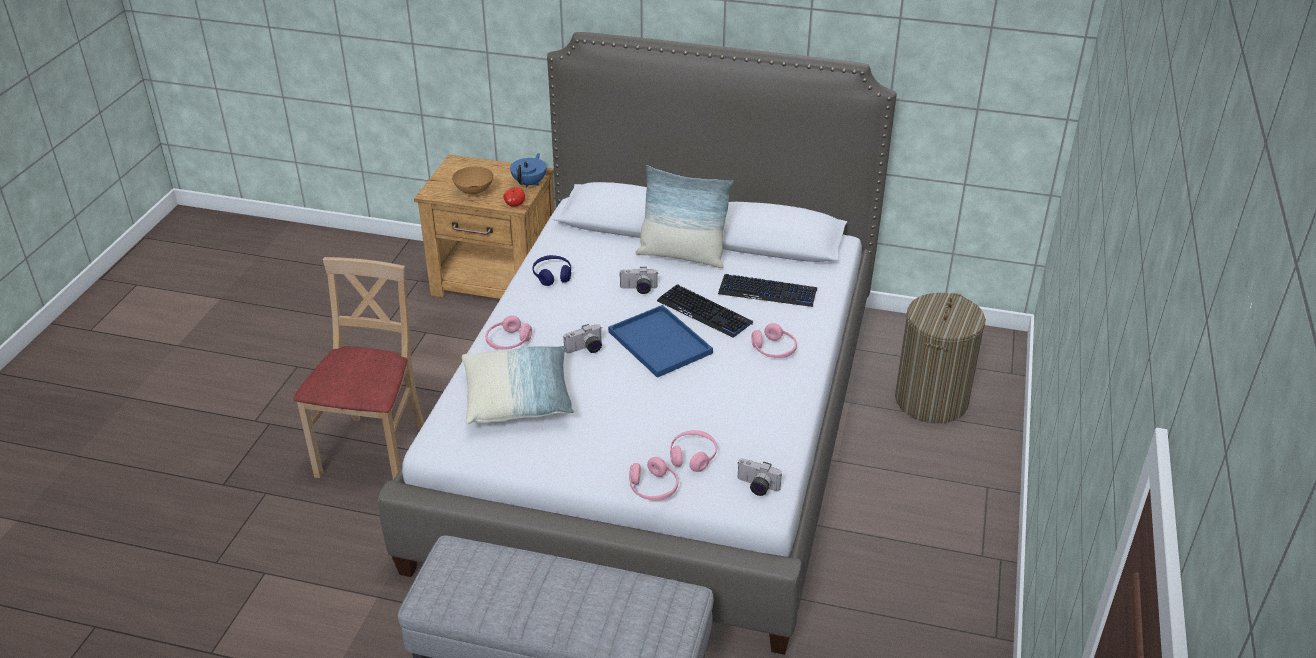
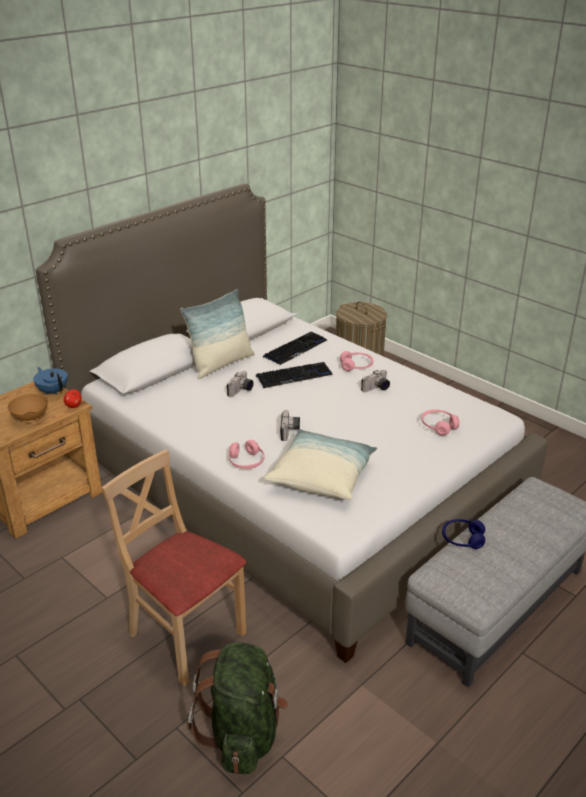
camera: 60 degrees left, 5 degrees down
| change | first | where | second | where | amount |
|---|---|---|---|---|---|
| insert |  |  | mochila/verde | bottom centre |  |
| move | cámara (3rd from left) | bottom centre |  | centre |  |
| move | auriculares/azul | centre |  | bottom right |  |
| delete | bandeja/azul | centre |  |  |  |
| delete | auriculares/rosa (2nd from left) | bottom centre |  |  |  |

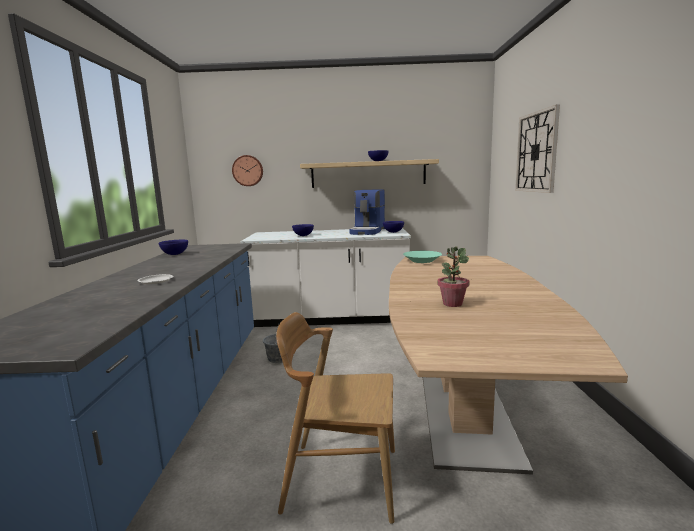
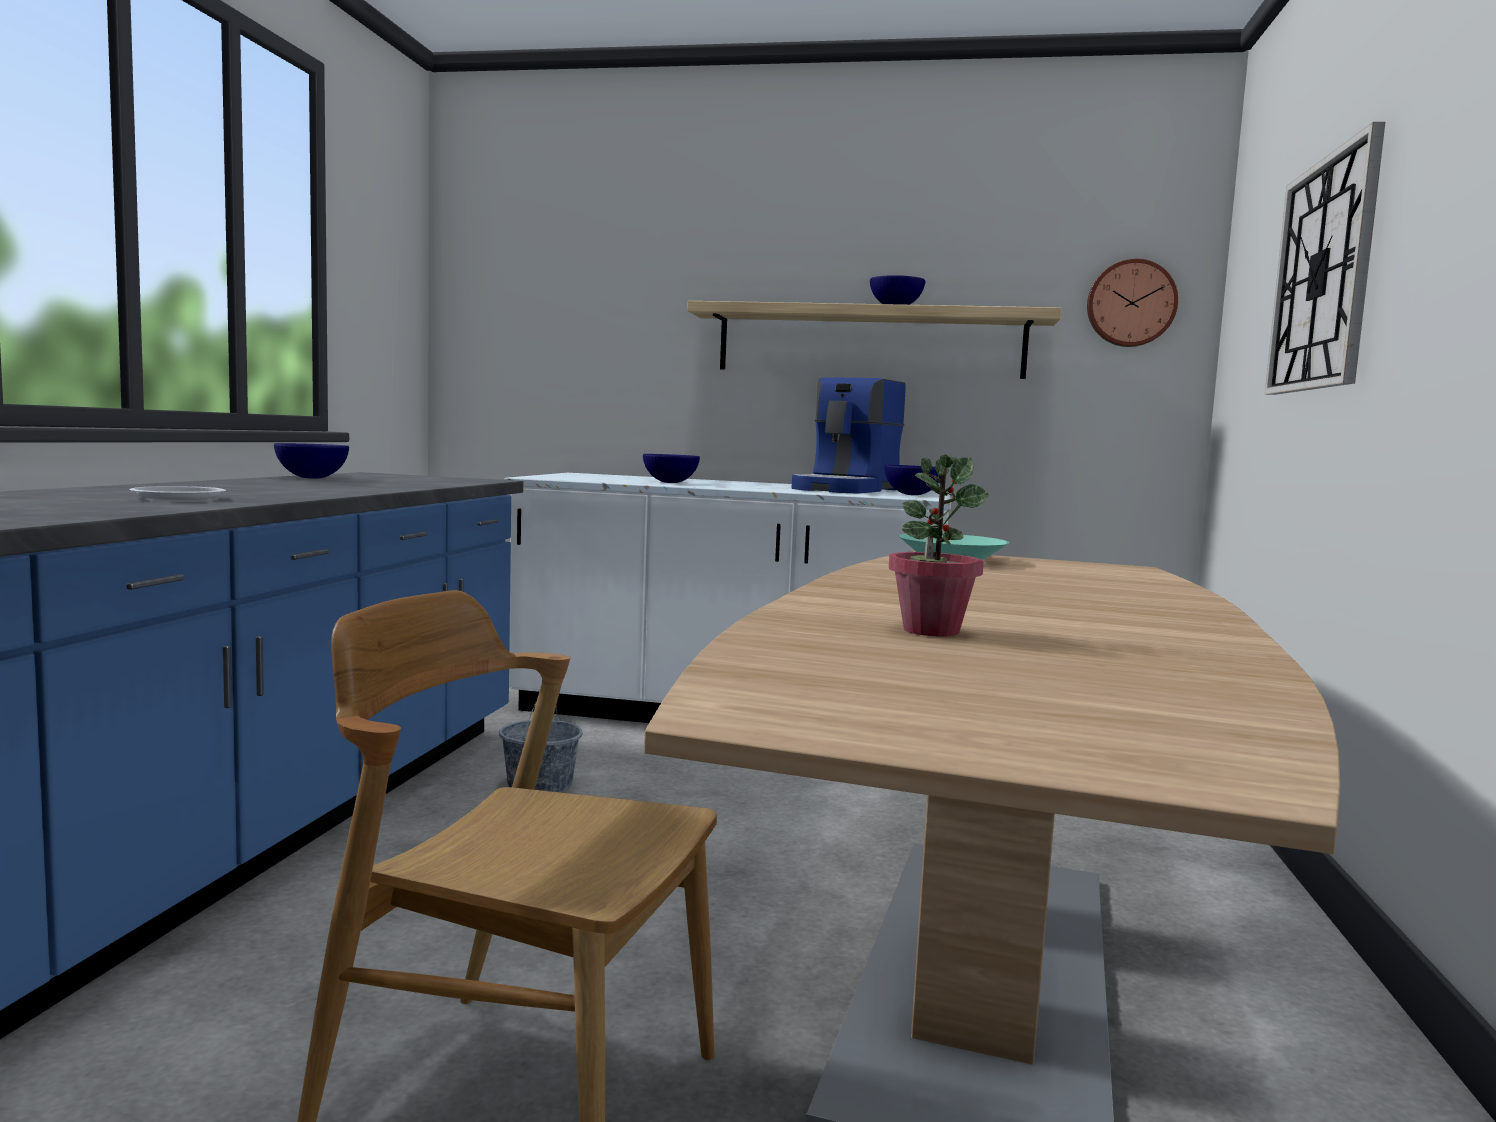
camera: 10 degrees right, 5 degrees down
| change | first | where | second | where | amount |
|---|---|---|---|---|---|
| move | reloj de pared (1st from left) | top centre |  | top right |  |

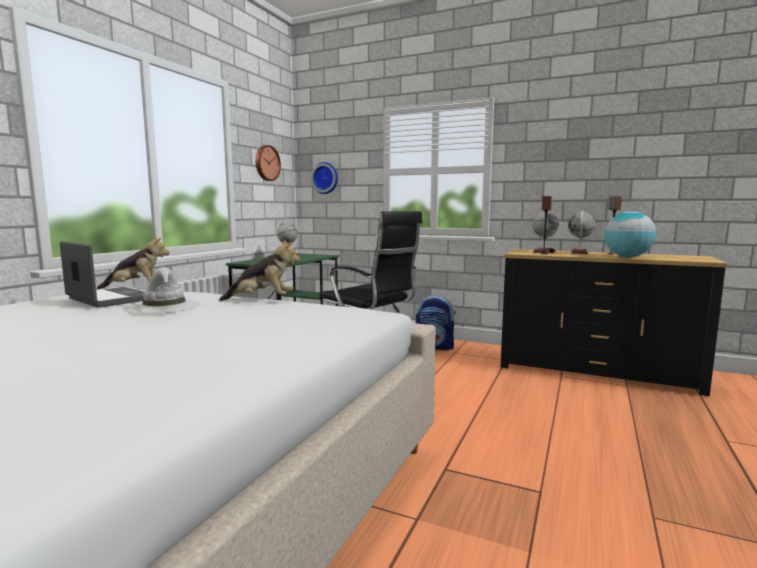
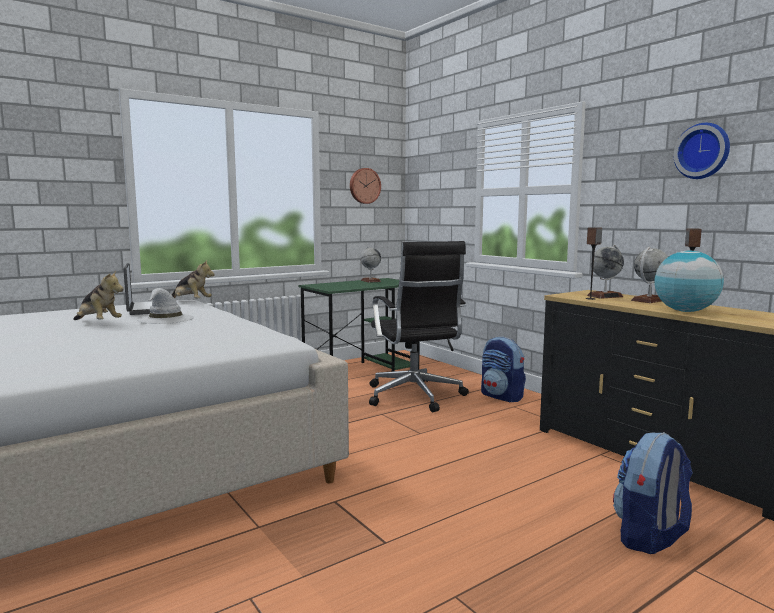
camera: 30 degrees right, 0 degrees up
| change | first | where | second | where | amount |
|---|---|---|---|---|---|
| move | peluche (2nd from left in the first image) | centre | peluche (1st from left) | middle left |  |
| insert |  |  | mochila (2nd from left) | bottom right |  |
| move | reloj de pared (2nd from left) | top centre |  | top right |  |

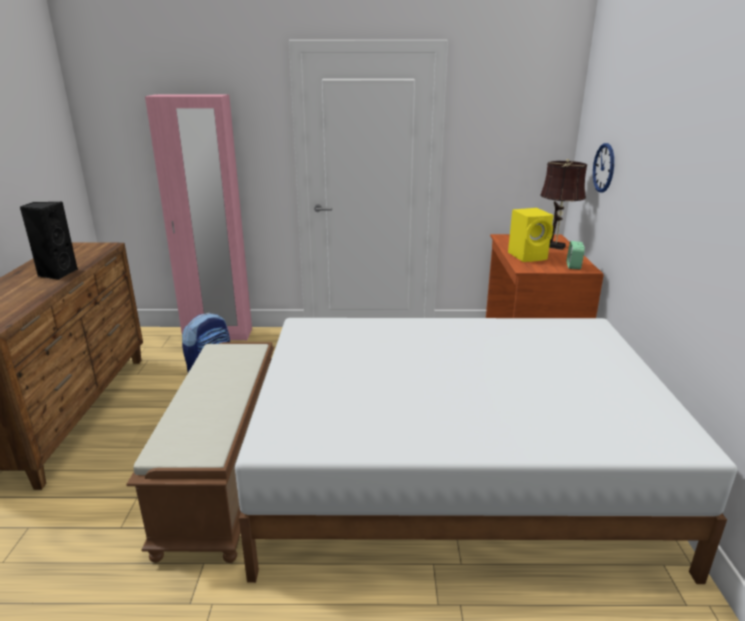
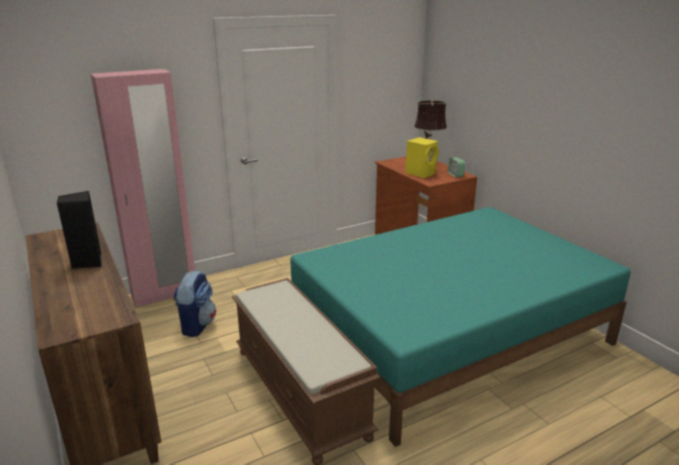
camera: 30 degrees left, 0 degrees up
| change | first | where | second | where | amount |
|---|---|---|---|---|---|
| recolor | cama/blanco | bottom centre | cama/turquesa | bottom right |  |
| delete | reloj de pared | top right |  |  |  |

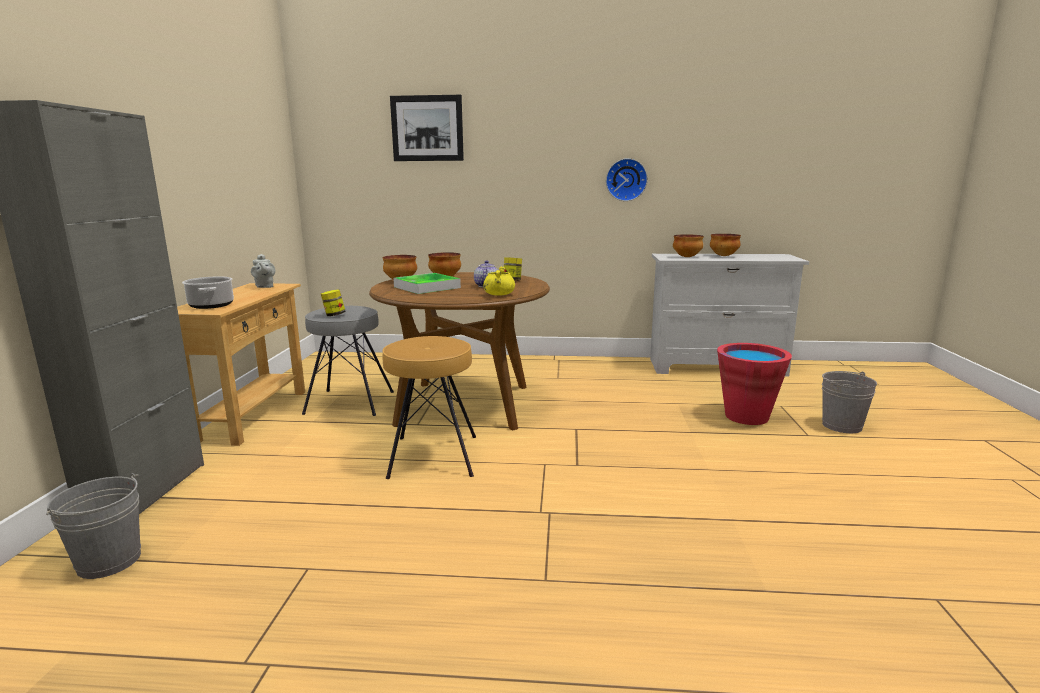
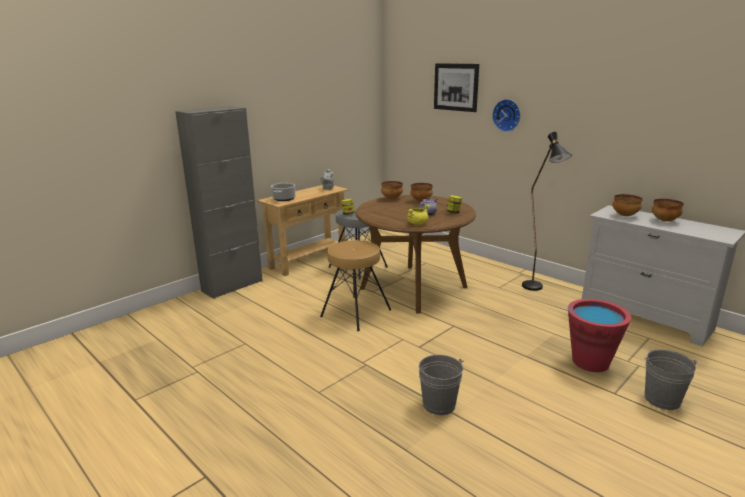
camera: 40 degrees right, 5 degrees up
| change | first | where | second | where | amount |
|---|---|---|---|---|---|
| move | cubo/gris (1st from left) | bottom left |  | bottom centre |  |
| move | reloj de pared | top centre |  | top right |  |
| insert |  |  | lámpara de pie/negro | middle right |  |
| delete | bandeja | centre |  |  |  |

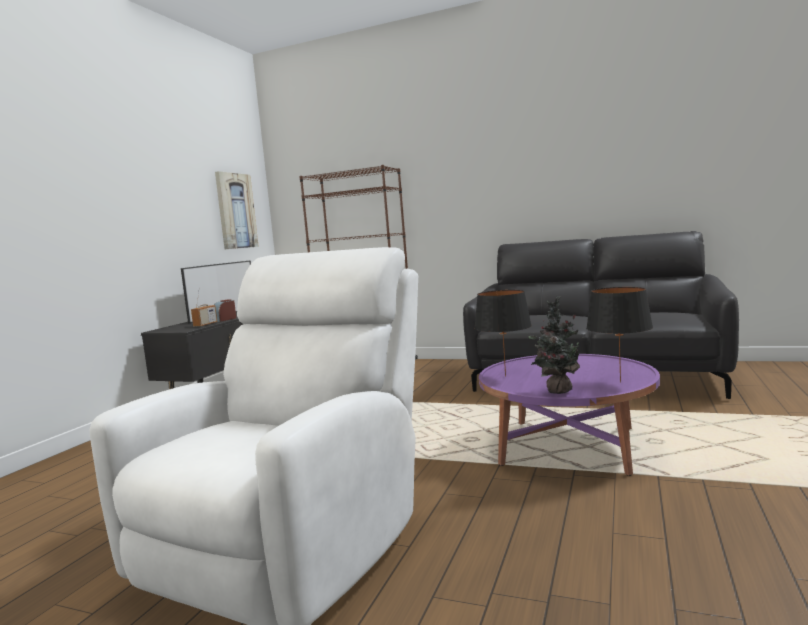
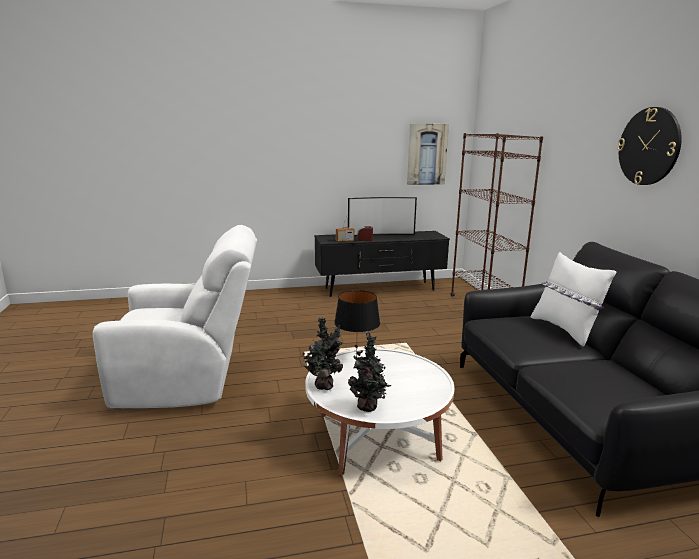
camera: 55 degrees right, 10 degrees up
| change | first | where | second | where | amount |
|---|---|---|---|---|---|
| recolor | mesa de centro/morado | middle right | mesa de centro/blanco | bottom centre |  |
| replace | lámpara de mesa/negro (2nd from left) | middle right | planta en maceta (2nd from left) | centre |  |
| insert |  |  | cojín/blanco | middle right |  |
| insert |  |  | reloj de pared | top right |  |

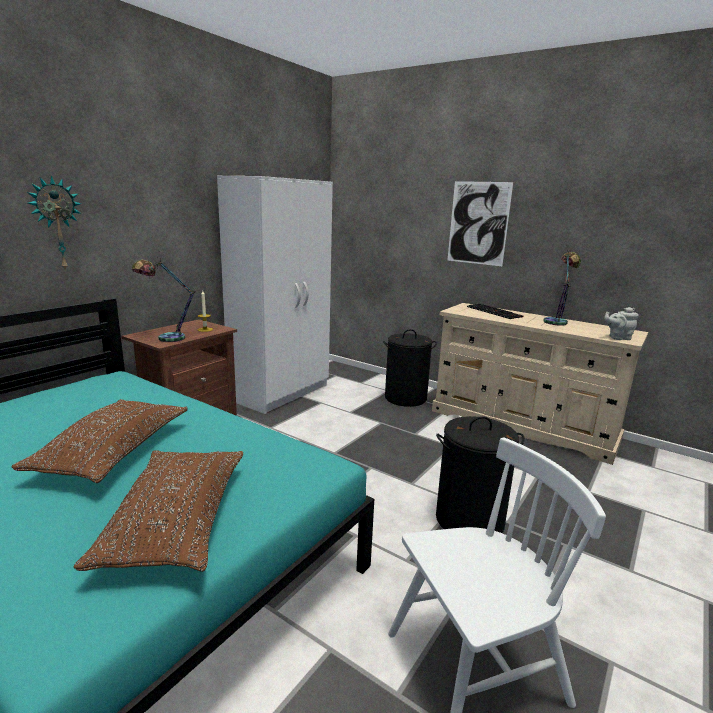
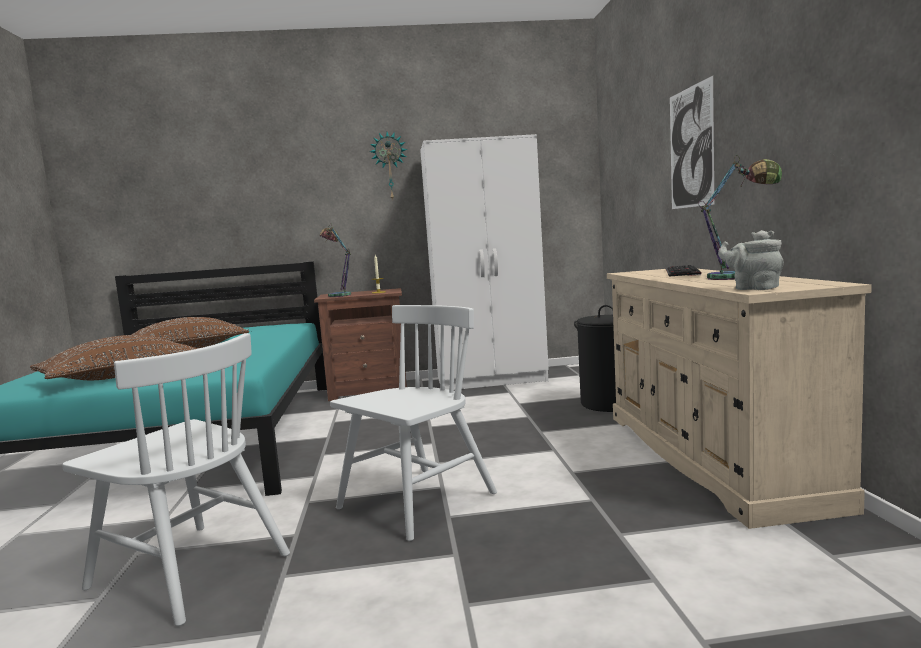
camera: 50 degrees right, 10 degrees down
| change | first | where | second | where | amount |
|---|---|---|---|---|---|
| replace | cesto de la ropa/negro (2nd from left) | middle right | silla/blanco (2nd from left) | centre |  |
| move | reloj de pared | top left |  | top centre |  |

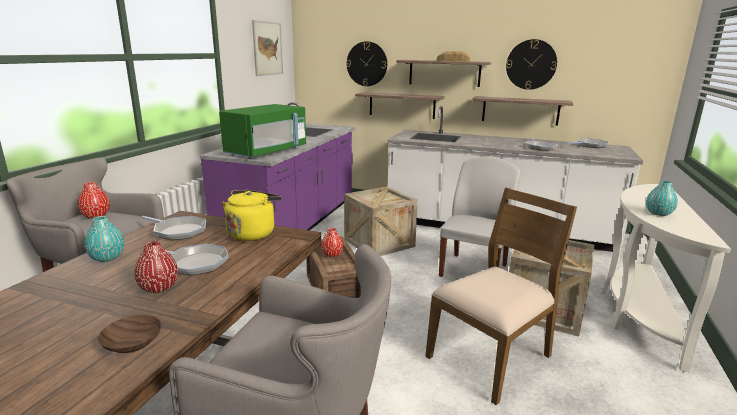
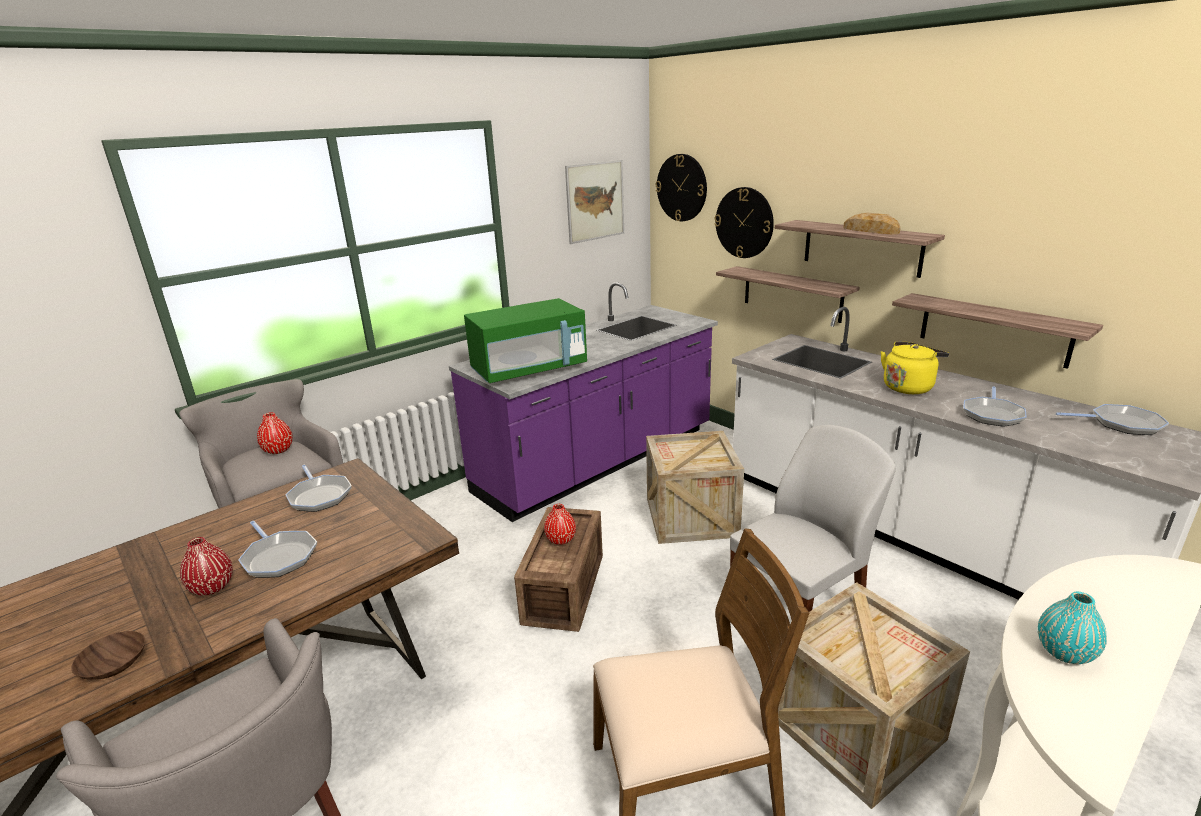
camera: 30 degrees right, 5 degrees up
| change | first | where | second | where | amount |
|---|---|---|---|---|---|
| move | reloj de pared (2nd from left in the first image) | top right | reloj de pared (1st from left) | top centre |  |
| move | hervidor/amarillo | centre |  | middle right |  |
| delete | florero/turquesa (1st from left) | middle left |  |  |  |

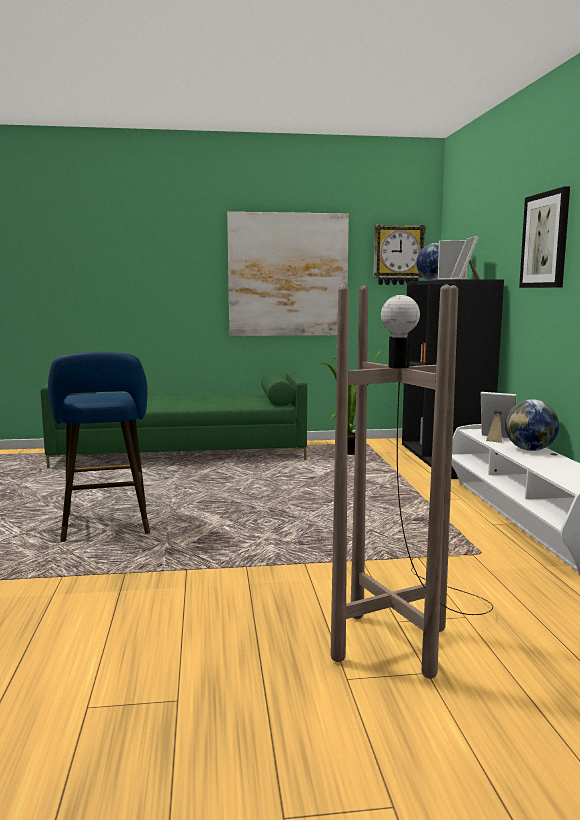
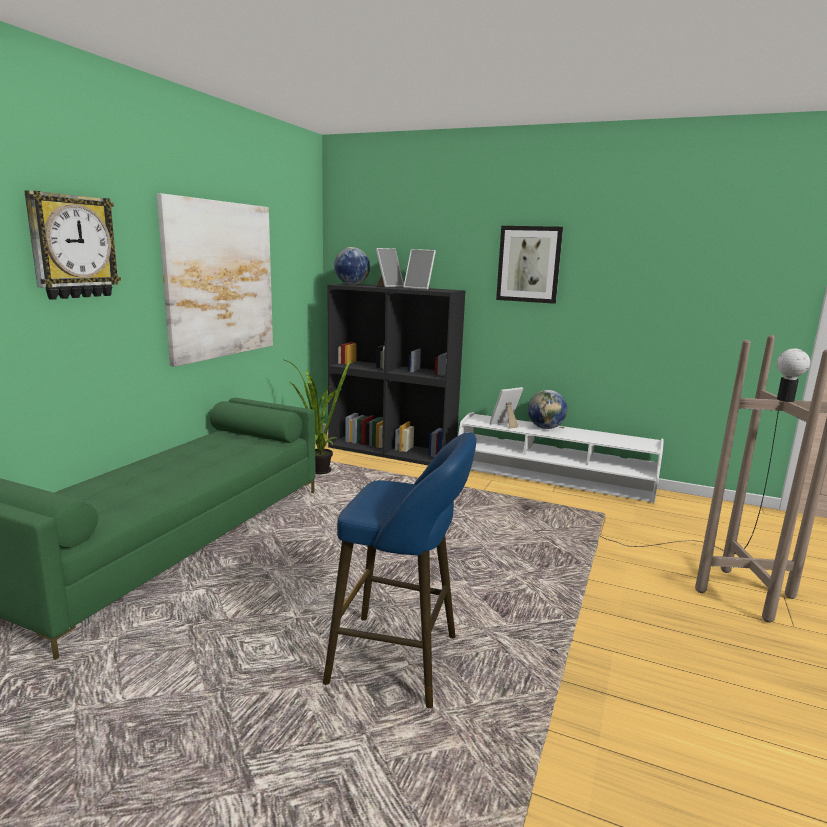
camera: 60 degrees left, 5 degrees up
| change | first | where | second | where | amount |
|---|---|---|---|---|---|
| move | reloj de pared | top right |  | top left |  |

